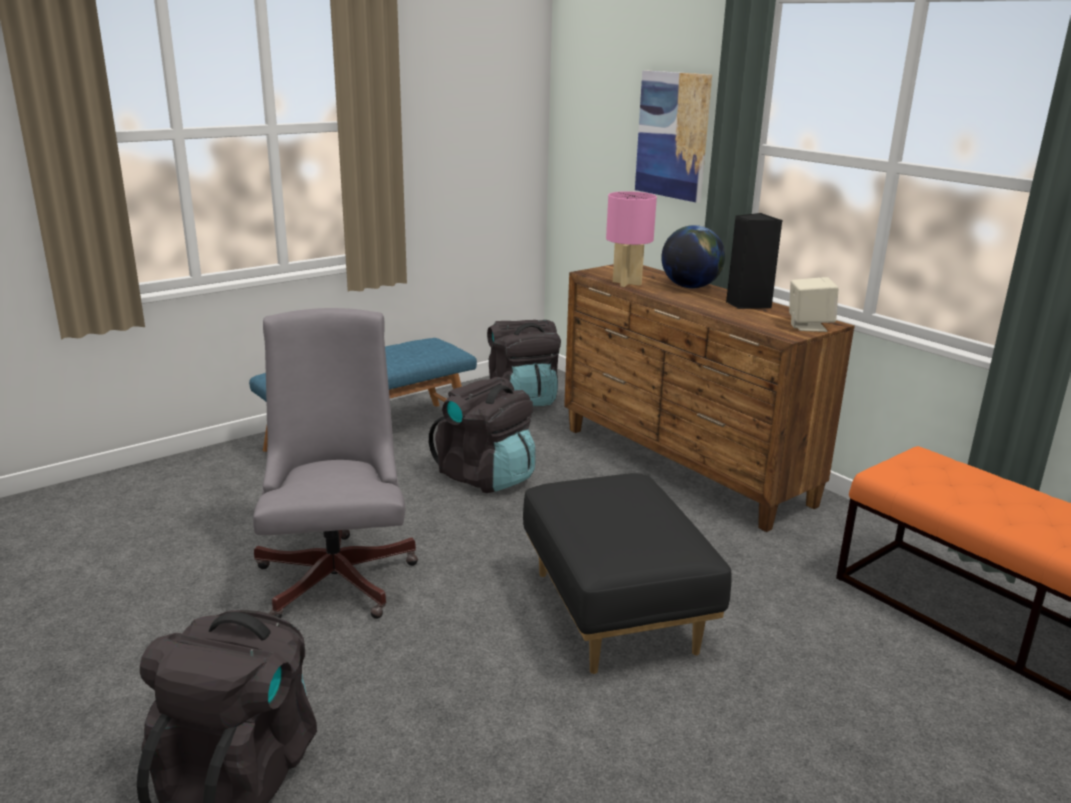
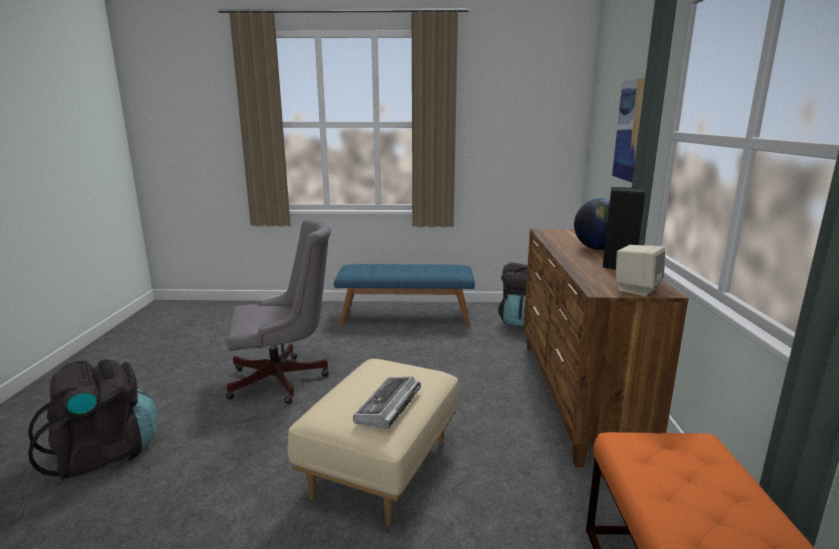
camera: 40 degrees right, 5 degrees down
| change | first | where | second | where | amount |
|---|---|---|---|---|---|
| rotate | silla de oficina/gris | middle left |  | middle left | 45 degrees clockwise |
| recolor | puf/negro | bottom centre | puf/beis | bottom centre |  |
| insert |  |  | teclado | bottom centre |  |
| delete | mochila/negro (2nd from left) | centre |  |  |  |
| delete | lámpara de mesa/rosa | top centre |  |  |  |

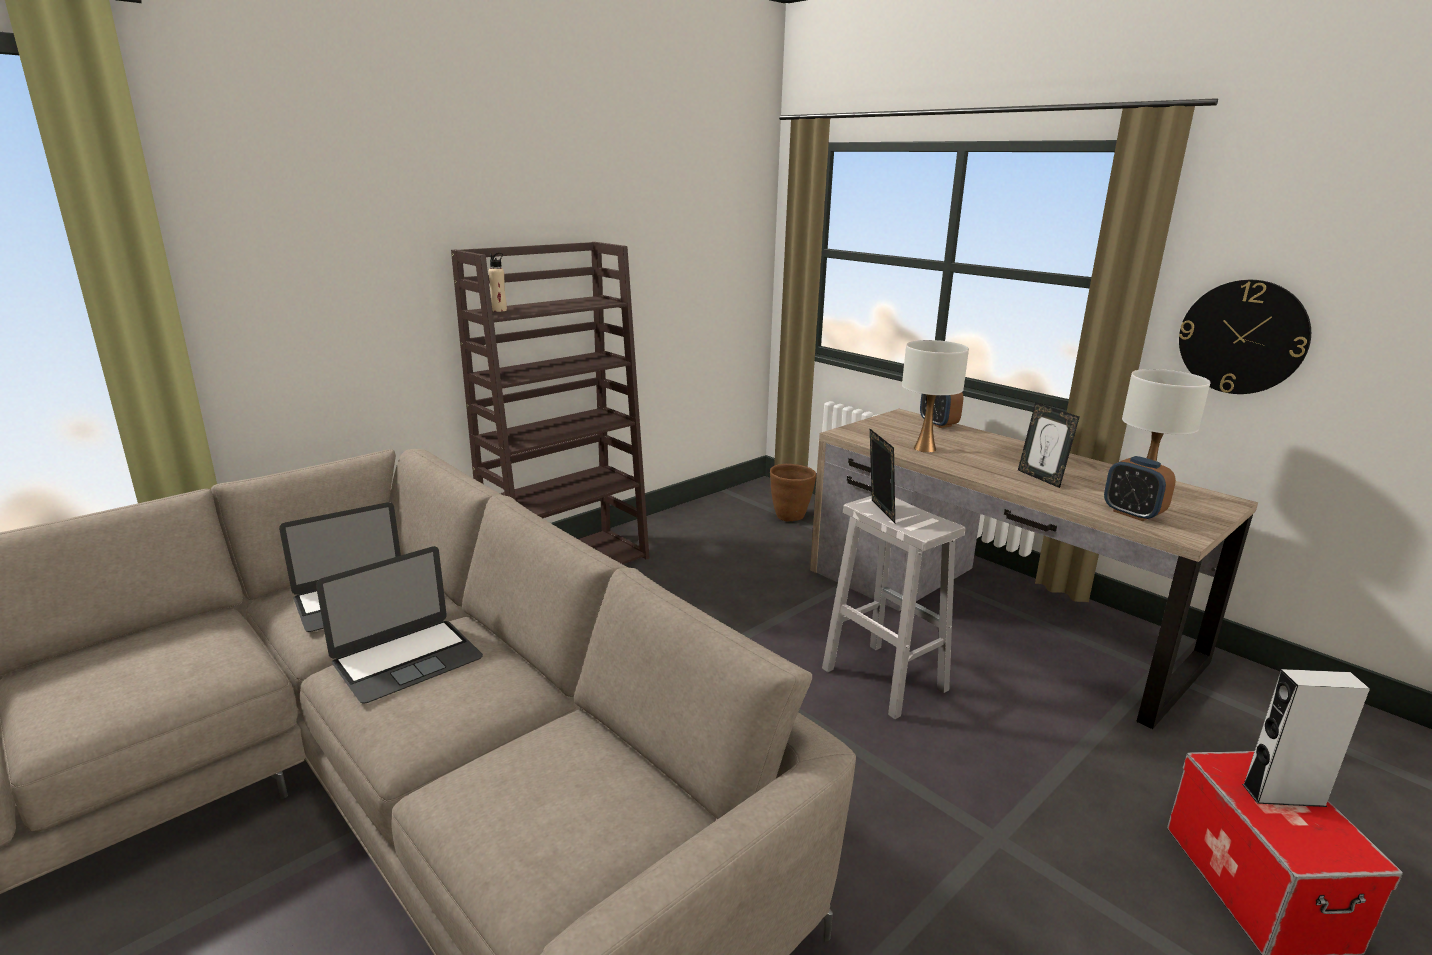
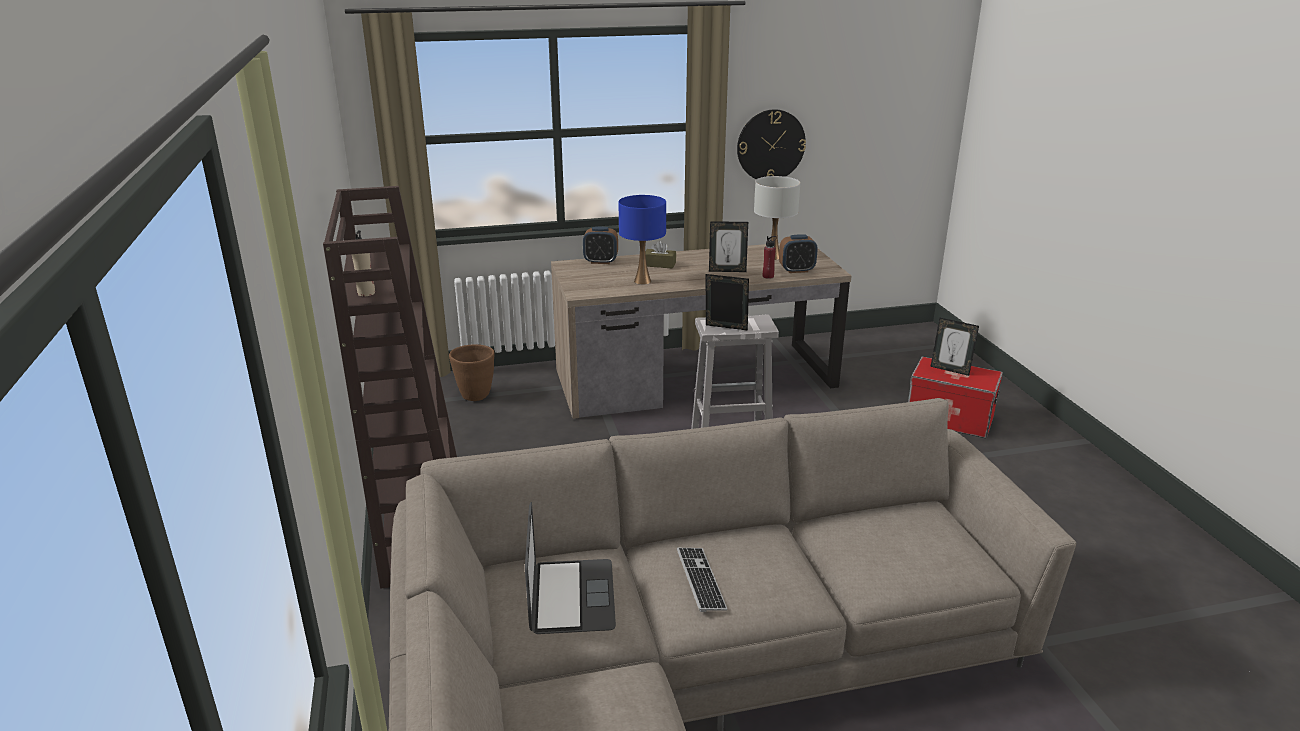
camera: 60 degrees left, 5 degrees up
| change | first | where | second | where | amount |
|---|---|---|---|---|---|
| recolor | lámpara de mesa/blanco (1st from left) | centre | lámpara de mesa/azul | top centre |  |
| insert |  |  | caja de pañuelos/marrón | centre |  |
| replace | portátil (2nd from left) | middle left | teclado | bottom centre |  |
| insert |  |  | botella/rojo | centre |  |
| replace | altavoz/gris | bottom right | portarretratos (3rd from left) | middle right |  |

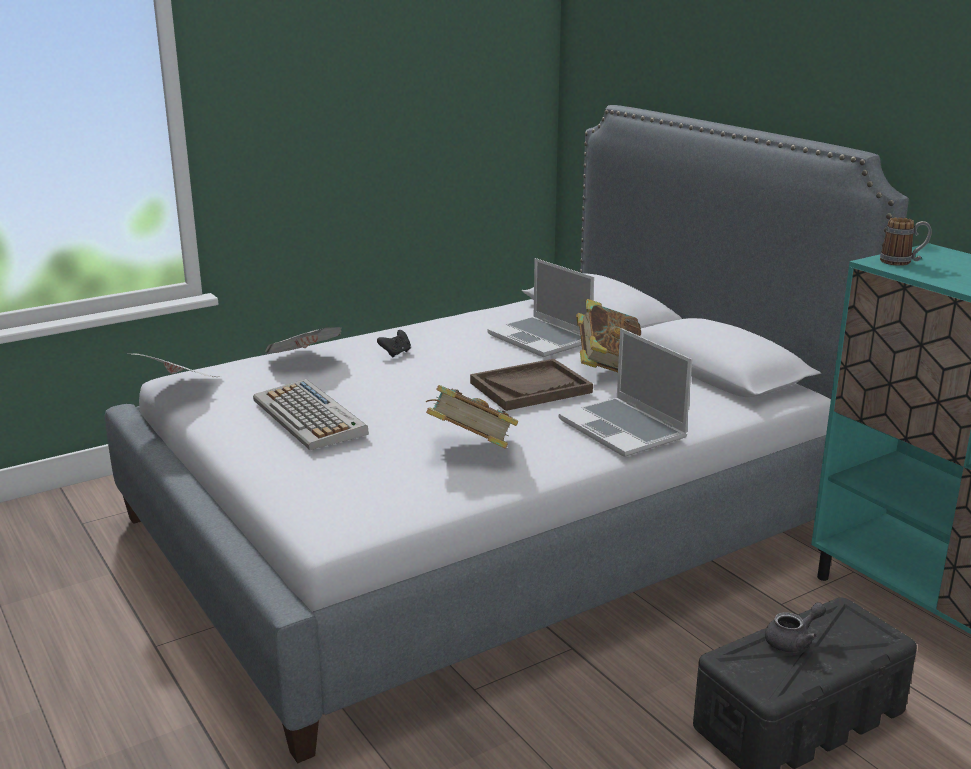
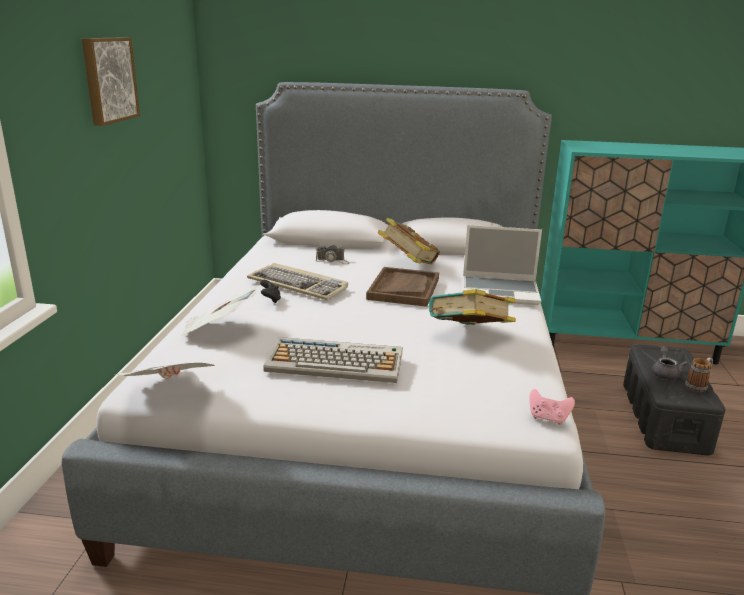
camera: 50 degrees left, 0 degrees up
| change | first | where | second | where | amount |
|---|---|---|---|---|---|
| insert |  |  | cuadro | top left |  |
| insert |  |  | teclado (1st from left) | centre |  |
| replace | portátil (1st from left) | centre | cámara | centre |  |
| insert |  |  | mando de consola/rosa | bottom right |  |
| move | taza grande | top right |  | middle right |  |

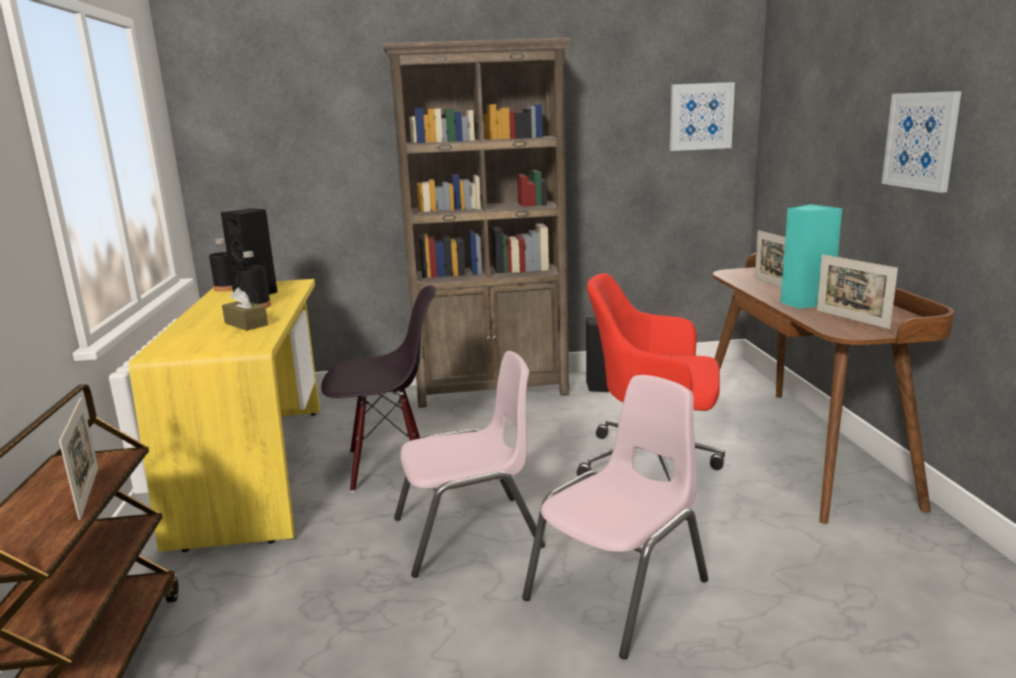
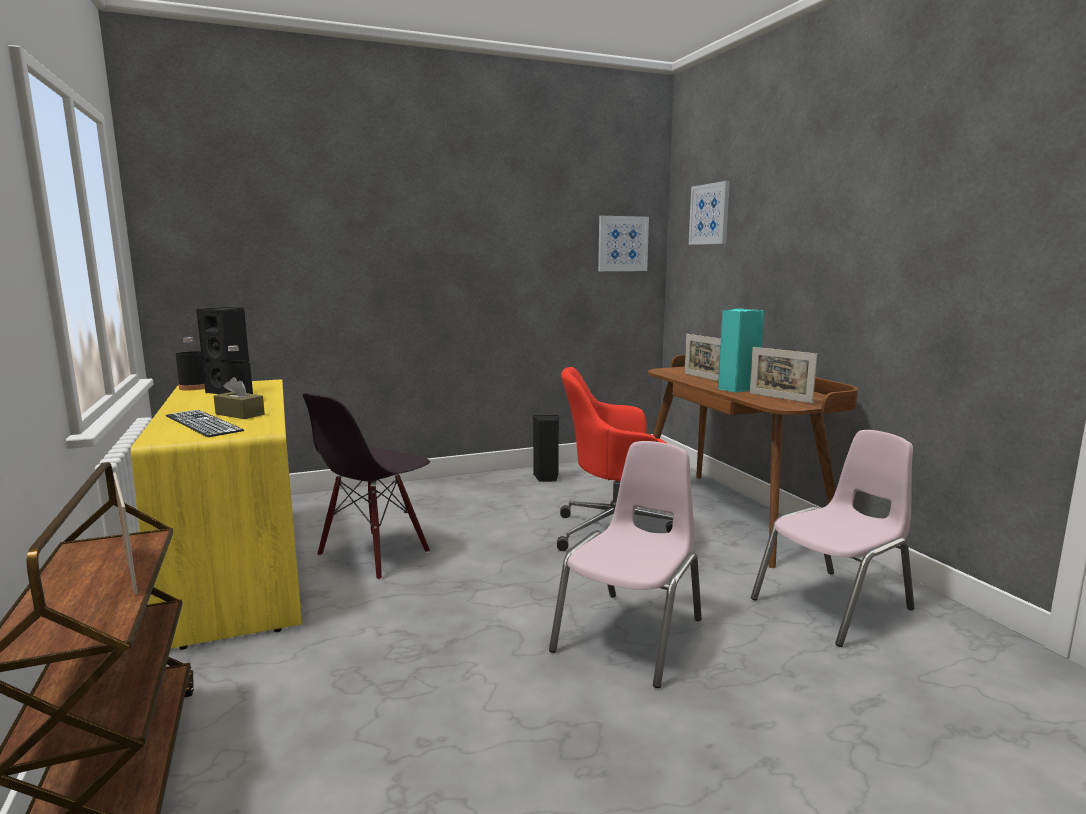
camera: 15 degrees left, 5 degrees down
| change | first | where | second | where | amount |
|---|---|---|---|---|---|
| insert |  |  | teclado | middle left |  |
| rotate | silla/negro | centre |  | centre | 150 degrees clockwise |
| move | cuadro (2nd from left) | top right |  | top centre |  |
| move | silla/rosa (1st from left in the first image) | bottom centre | silla/rosa (2nd from left) | middle right |  |
| delete | estantería/marrón | top centre |  |  |  |

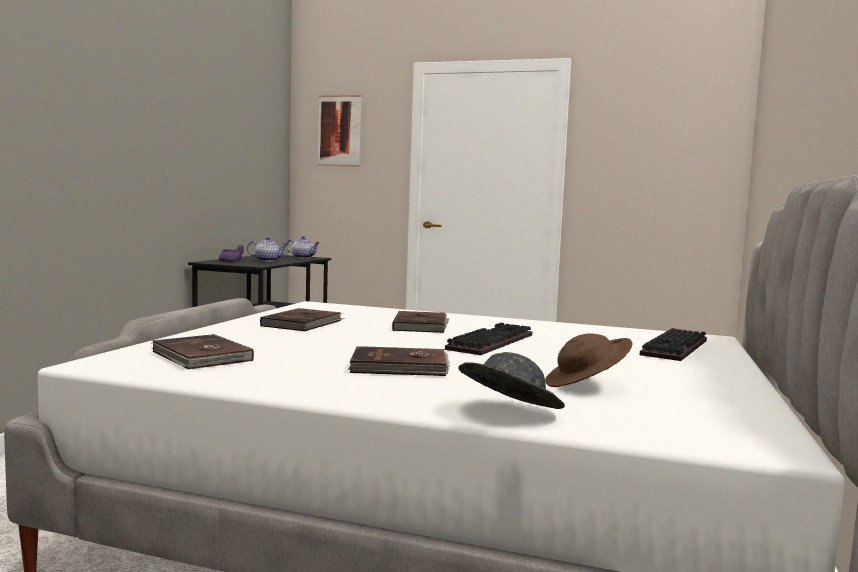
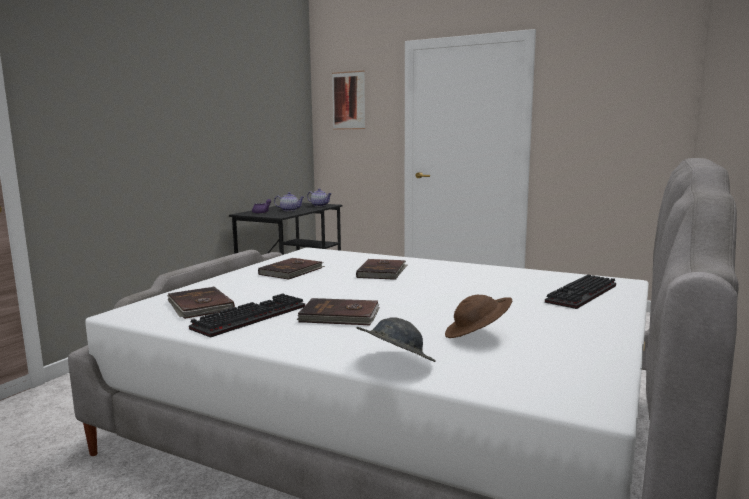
camera: 10 degrees right, 5 degrees up
| change | first | where | second | where | amount |
|---|---|---|---|---|---|
| move | teclado (1st from left) | centre |  | middle left |  |

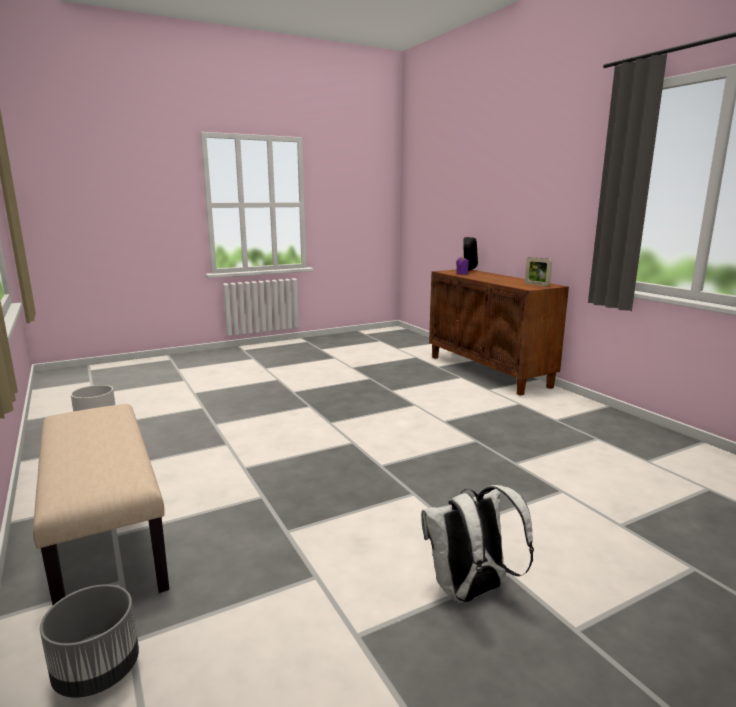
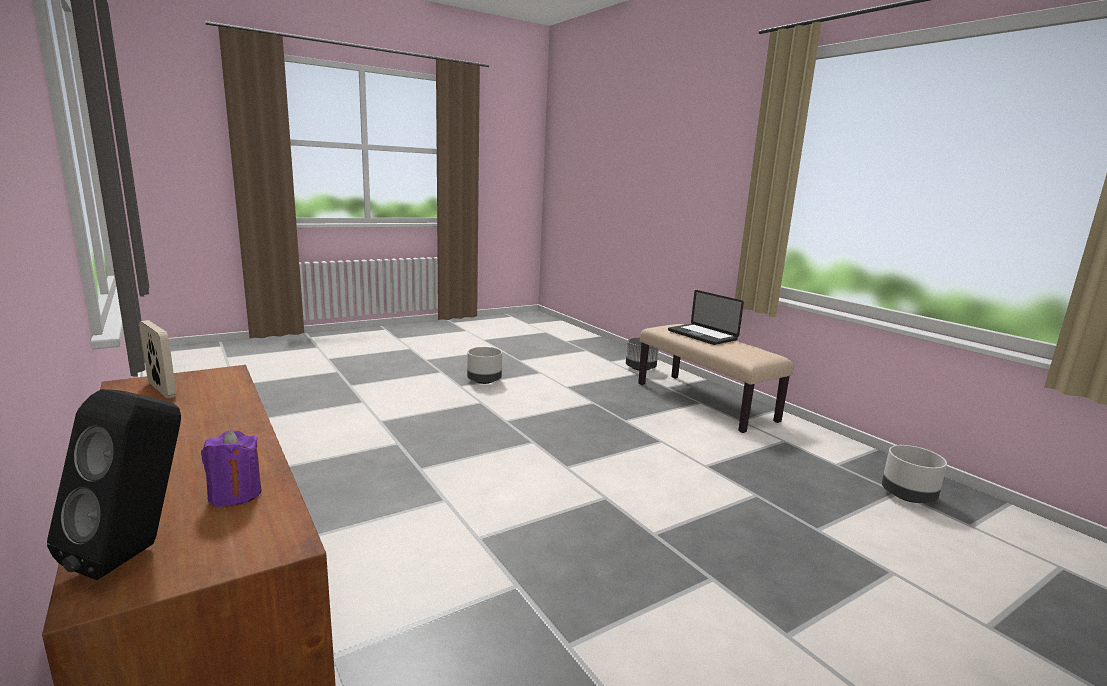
camera: 175 degrees right, 0 degrees up
| change | first | where | second | where | amount |
|---|---|---|---|---|---|
| replace | mochila/blanco | bottom centre | maceta/gris (1st from left) | centre |  |
| insert |  |  | portátil | centre |  |

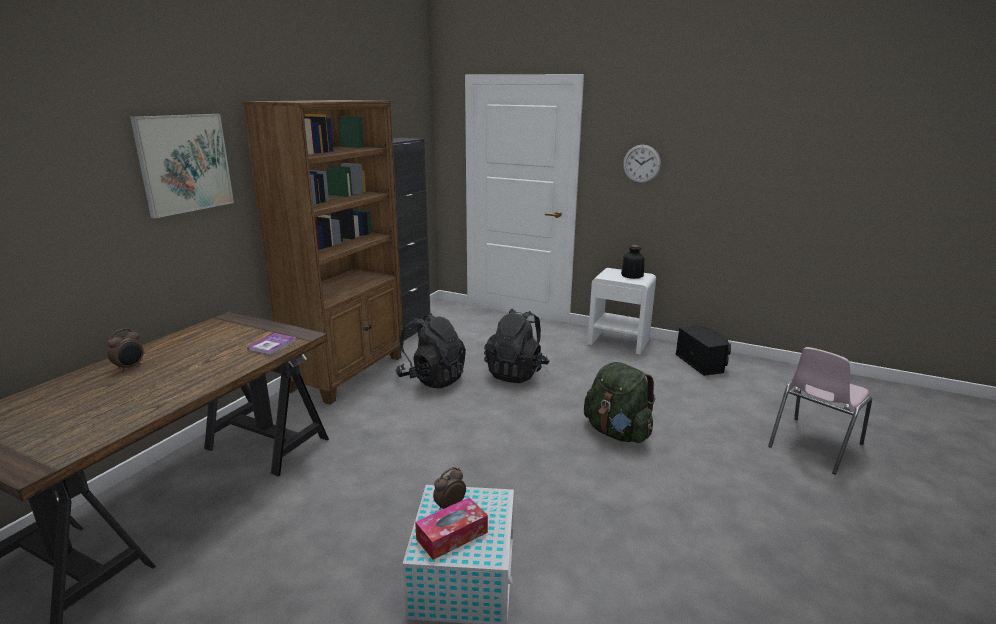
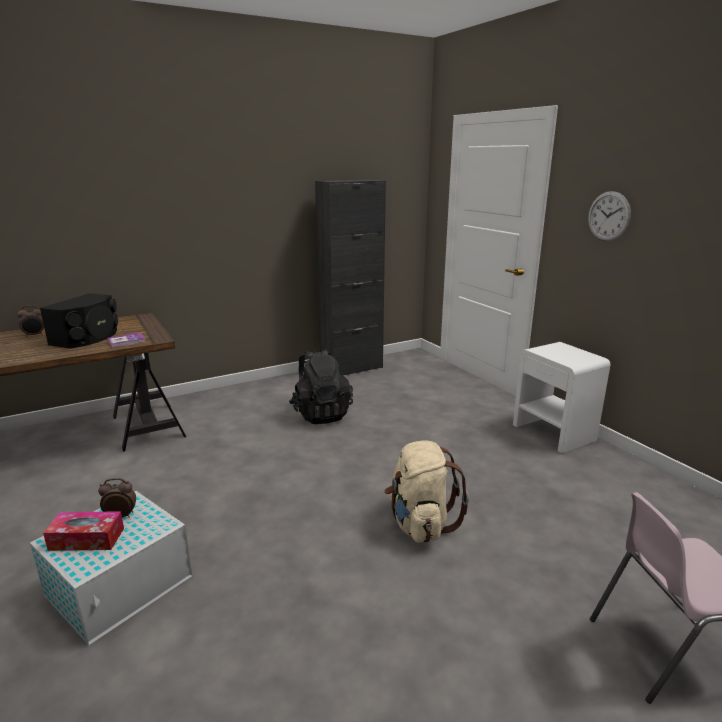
camera: 35 degrees right, 0 degrees up
| change | first | where | second | where | amount |
|---|---|---|---|---|---|
| move | altavoz/negro | middle right |  | middle left |  |
| recolor | mochila/verde | centre | mochila/beis | bottom centre |  |
| delete | cuadro | top left |  |  |  |
| delete | estantería/marrón | middle left |  |  |  |
| delete | mochila/negro (2nd from left) | centre |  |  |  |
| delete | botella | centre |  |  |  |

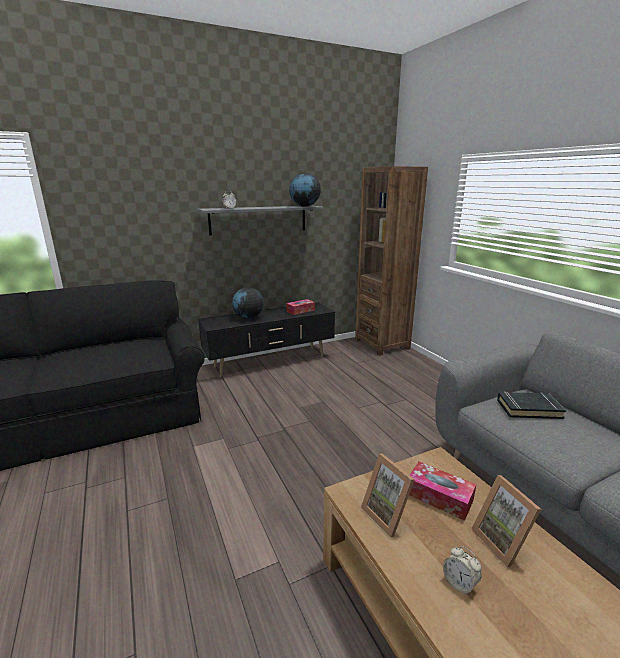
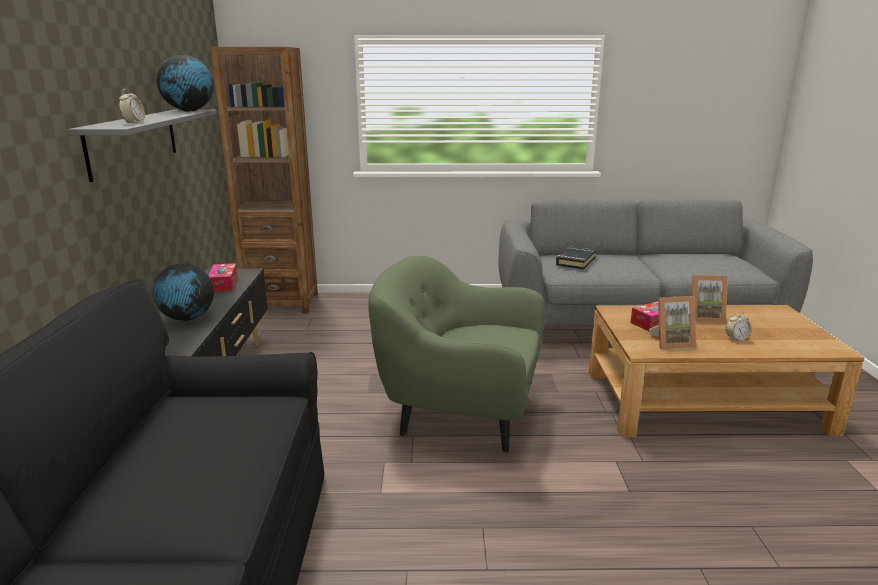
camera: 65 degrees left, 0 degrees up
| change | first | where | second | where | amount |
|---|---|---|---|---|---|
| insert |  |  | sillón/verde | centre |  |

